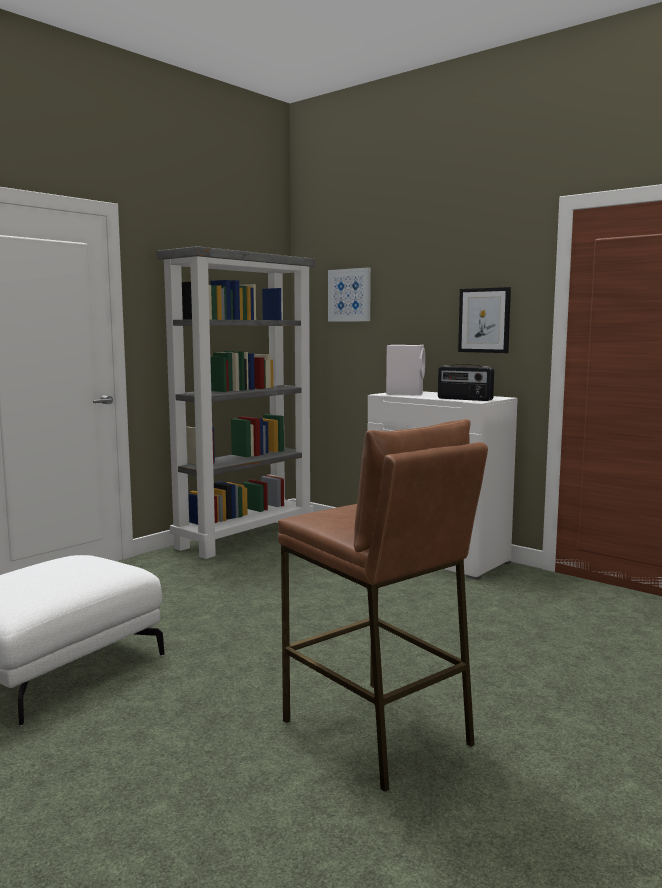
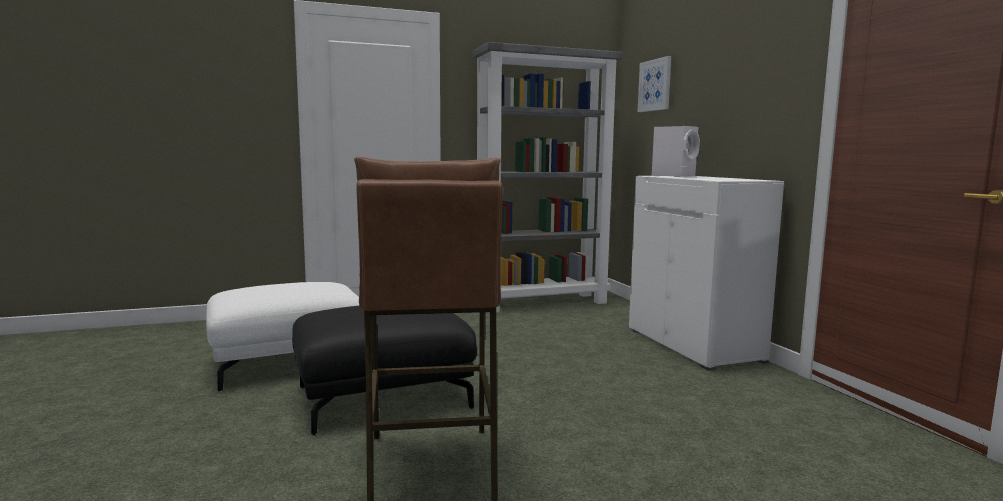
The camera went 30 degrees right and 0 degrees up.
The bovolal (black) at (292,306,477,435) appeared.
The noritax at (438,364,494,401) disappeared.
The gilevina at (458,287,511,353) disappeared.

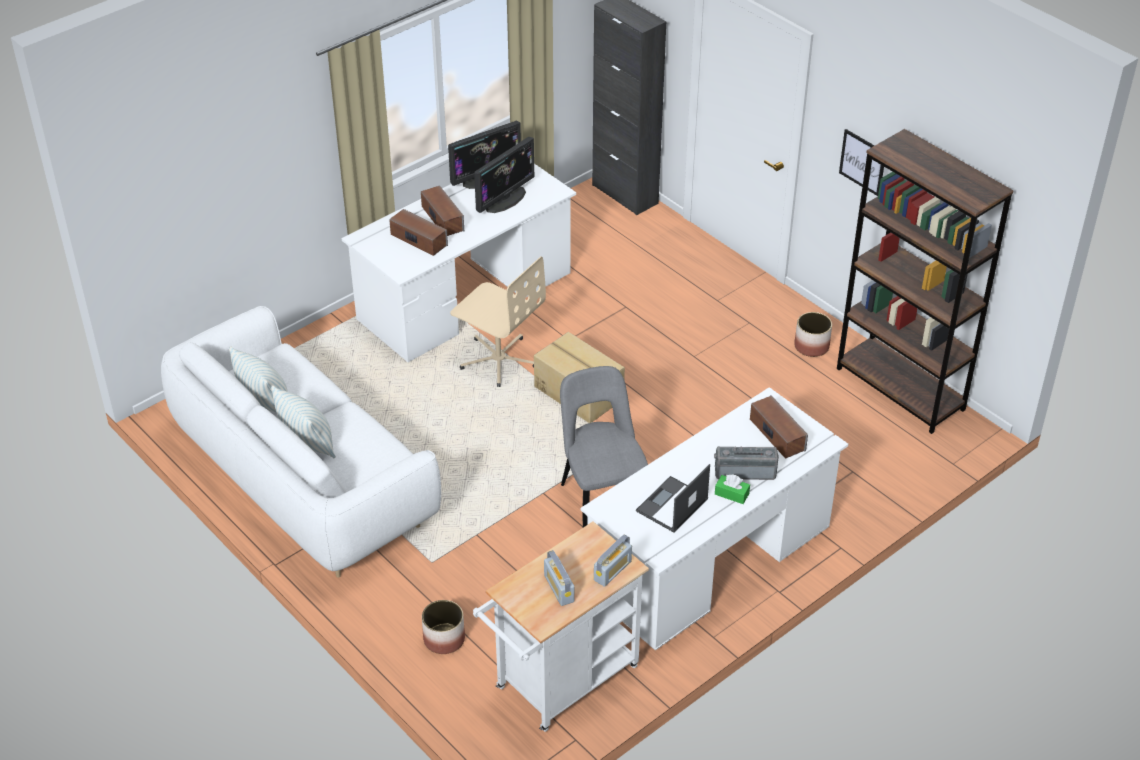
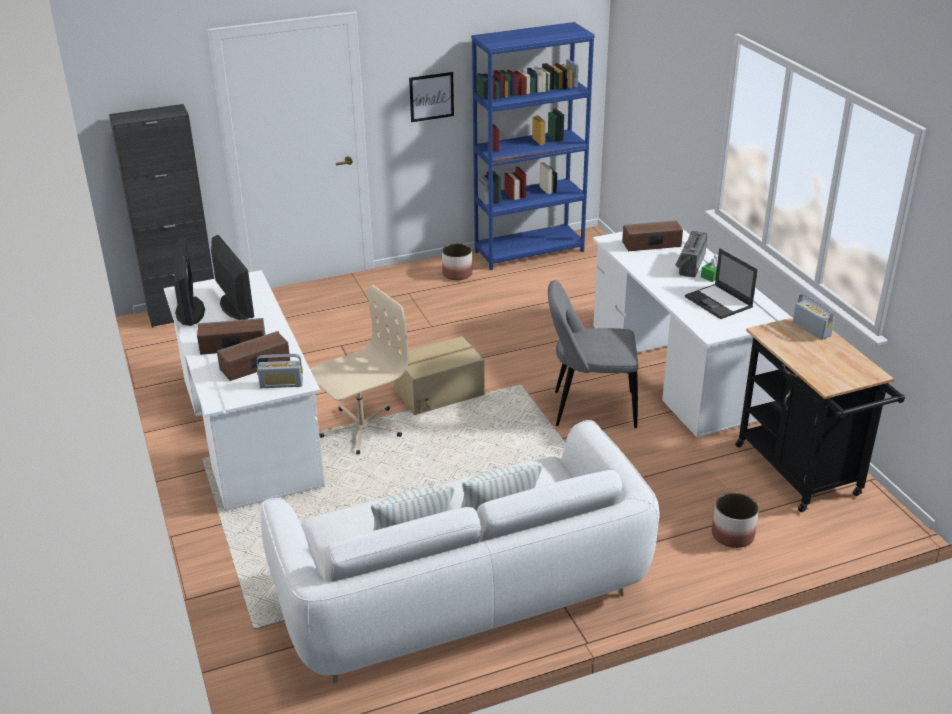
The camera went 70 degrees left and 10 degrees down.
The noritax moved from (544,550,574,606) to (256,354,303,388).
The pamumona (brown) at (837,129,1014,434) became the pamumona (blue) at (471,22,595,270).
The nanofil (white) at (473,522,649,732) became the nanofil (black) at (736,318,905,512).

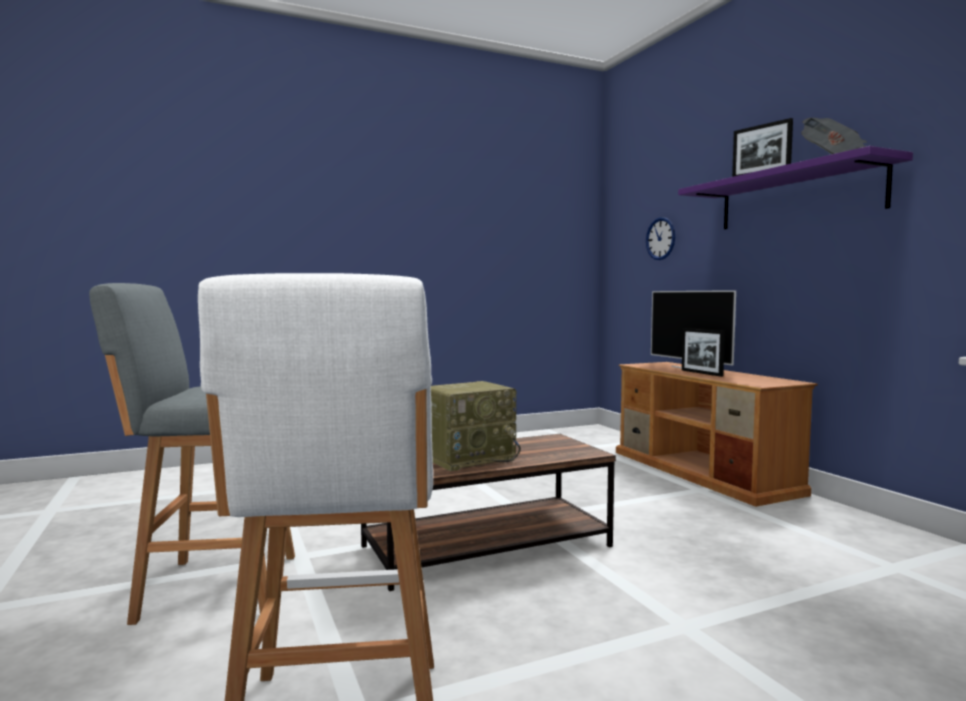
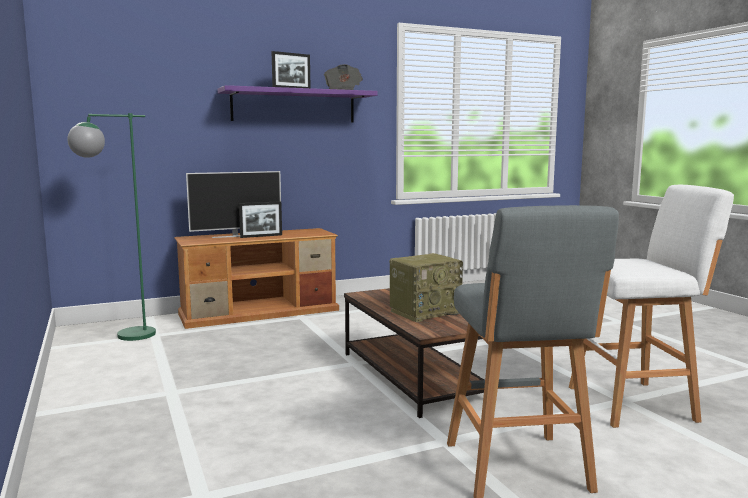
The camera went 90 degrees left and 5 degrees up.
The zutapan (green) at (67,113,156,341) appeared.
The noritax at (431,381,521,471) turned 90 degrees clockwise.
The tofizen at (646,217,675,260) disappeared.

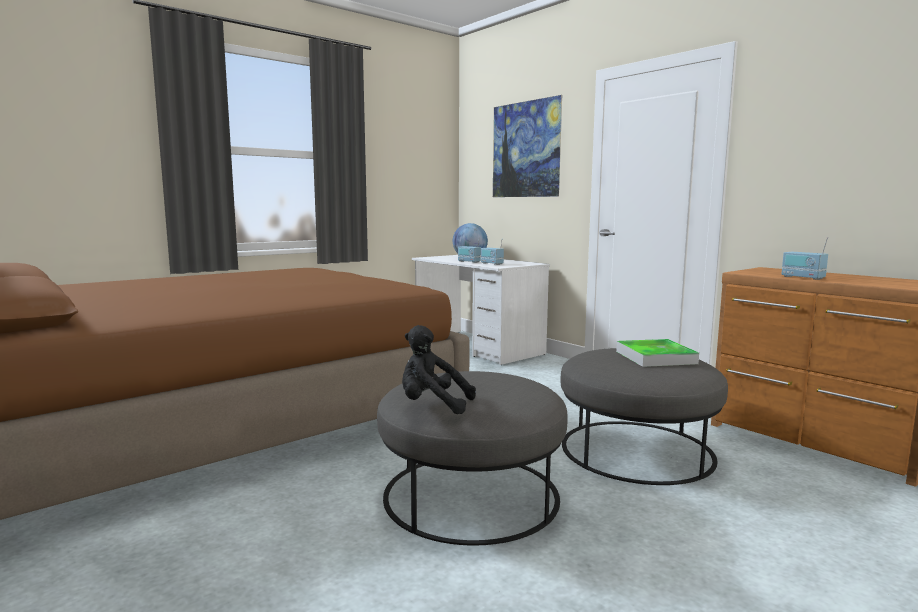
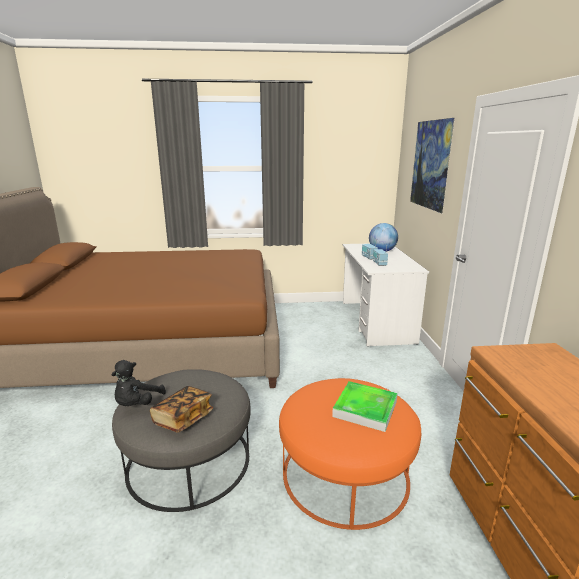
The camera went 35 degrees right and 10 degrees up.
The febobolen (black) at (402,325,476,414) turned 120 degrees counterclockwise.
The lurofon at (150,386,213,433) appeared.
The bovolal (grey) at (561,348,728,485) became the bovolal (orange) at (279,378,421,530).
The noritax at (782,237,828,280) disappeared.

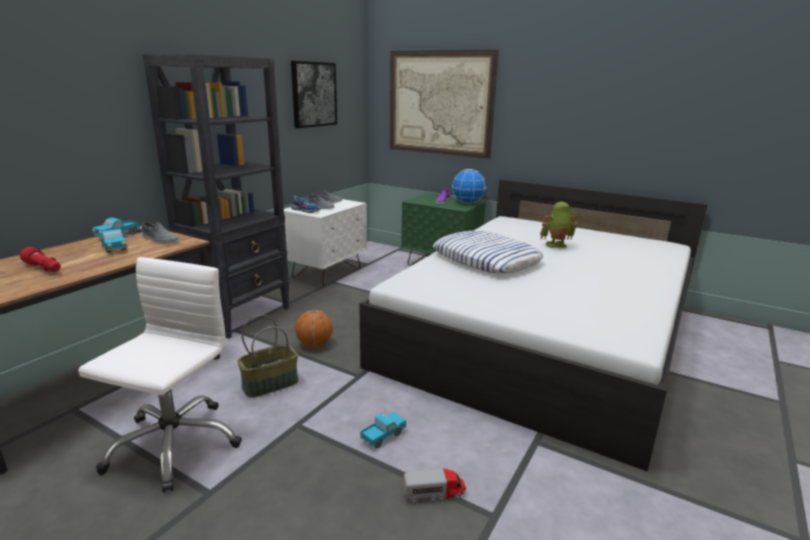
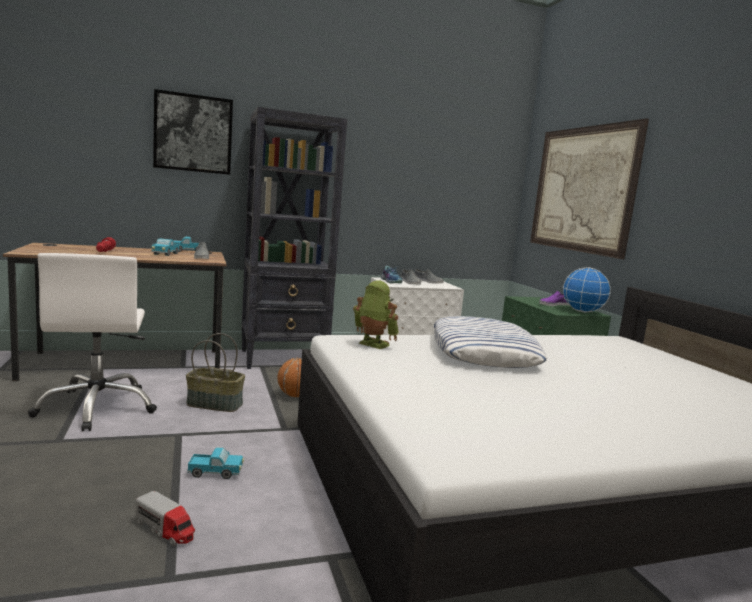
The camera went 40 degrees right and 10 degrees down.
The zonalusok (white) at (78,257,242,493) turned 105 degrees clockwise.
The gilevina moved from (291,61,337,128) to (153,89,233,175).
The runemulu moved from (540,201,578,248) to (353,280,399,349).

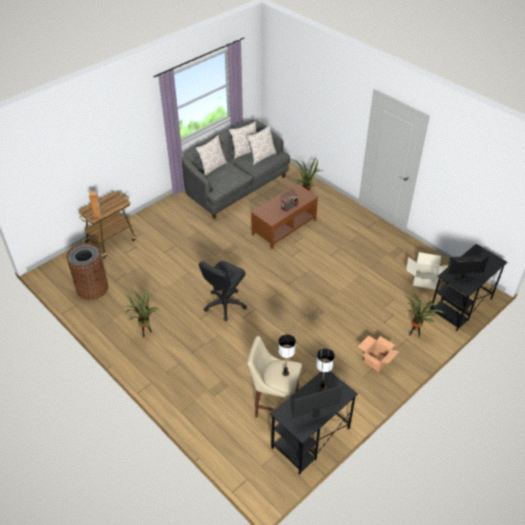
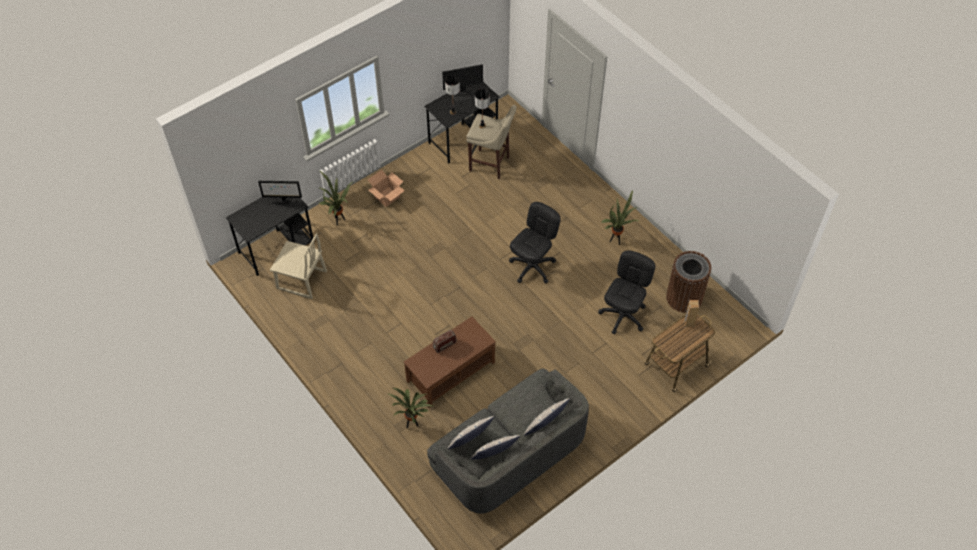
The camera went 175 degrees left and 10 degrees up.
The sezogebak at (406,252,448,290) was replaced by the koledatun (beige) at (270,233,327,299).
The zonalusok (black) at (598,250,655,334) appeared.

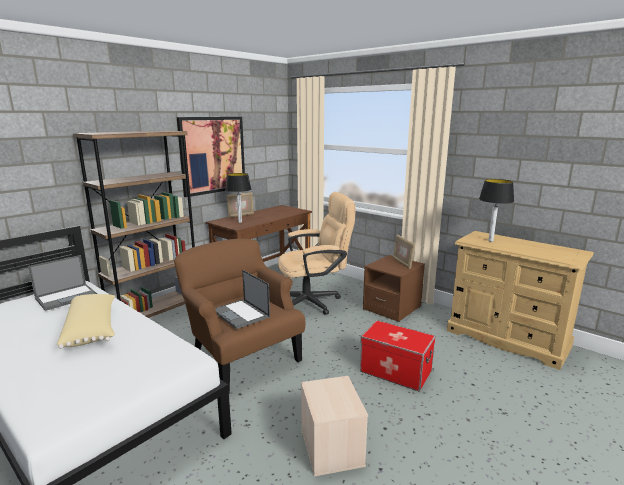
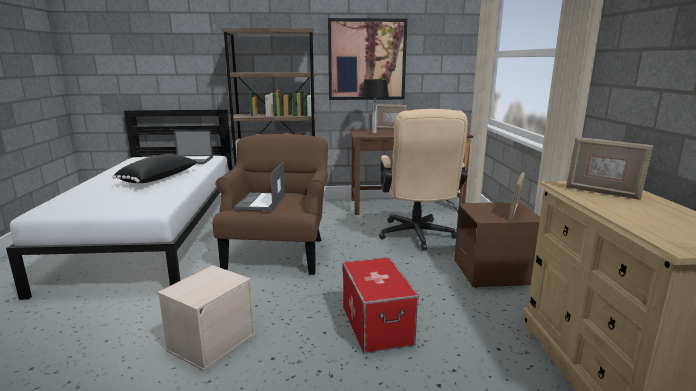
The camera went 45 degrees right and 0 degrees up.
The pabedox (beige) at (57,294,115,349) became the pabedox (black) at (112,154,198,183).
The zonalusok (beige) at (278,192,356,315) turned 60 degrees clockwise.
The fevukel at (479,179,514,242) was replaced by the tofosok at (566,137,653,200).

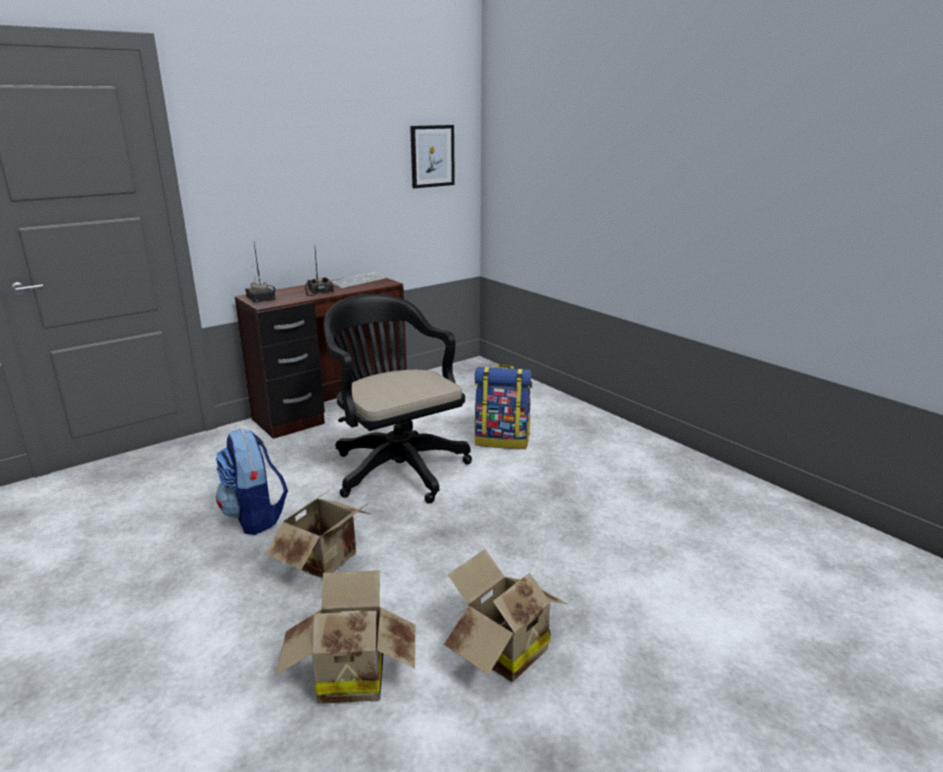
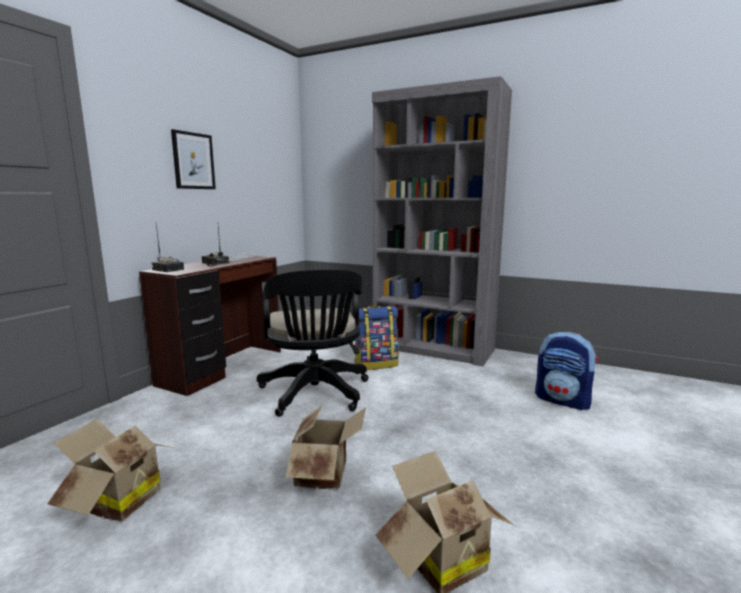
The camera went 25 degrees left and 10 degrees down.
The sezogebak moved from (444,549,567,682) to (47,419,174,521).
The gilevina moved from (410,125,455,188) to (171,129,216,189).
The zonalusok (black) at (324,294,472,504) turned 135 degrees counterclockwise.
The pamumona (grey) at (372,76,512,366) appeared.
The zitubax moved from (216,429,288,535) to (535,332,599,410).

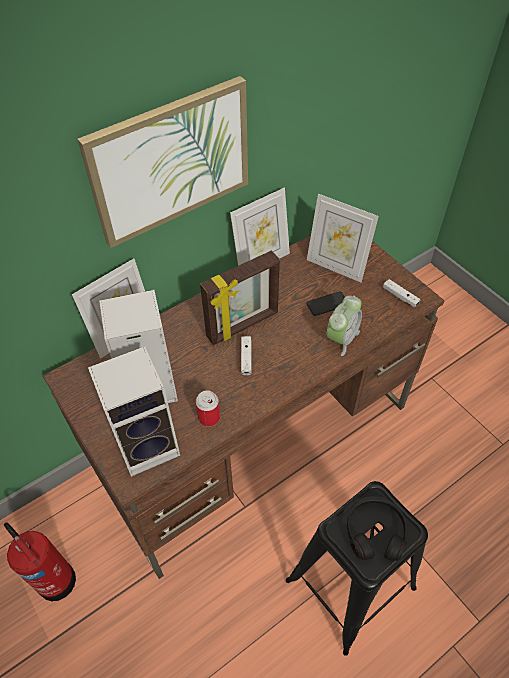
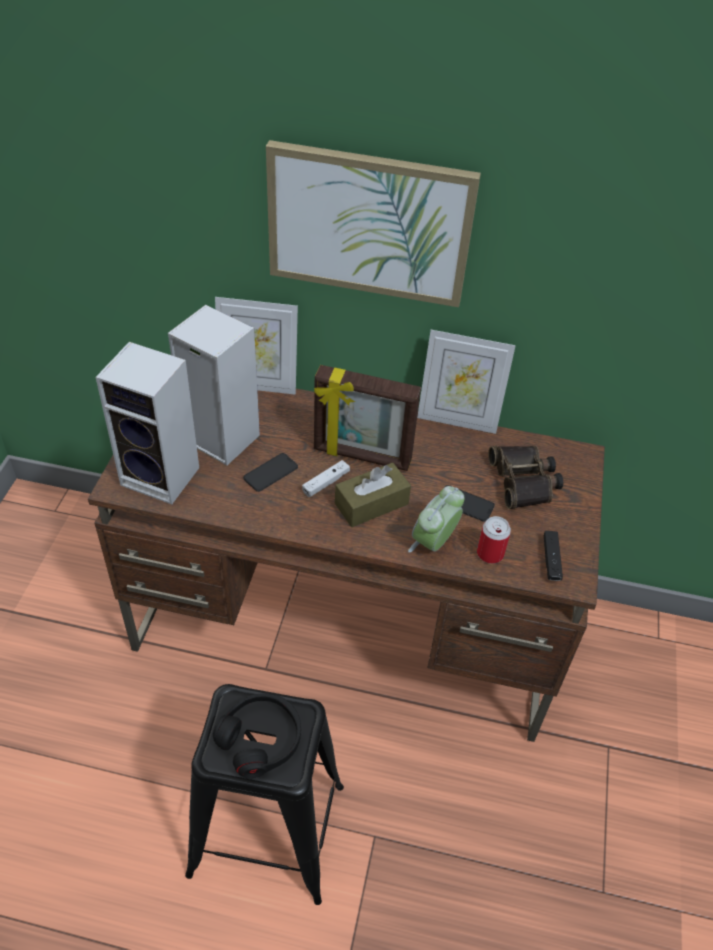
The camera went 45 degrees right and 5 degrees down.
The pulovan at (243,453,298,492) appeared.
The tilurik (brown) at (335,463,411,527) appeared.
The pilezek at (327,295,362,356) turned 135 degrees clockwise.
The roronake moved from (196,390,220,427) to (477,516,511,564).
The tofosok at (307,194,379,282) was replaced by the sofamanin at (488,446,563,509).
The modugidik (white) at (383,279,421,307) became the modugidik (black) at (544,531,563,581).
The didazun at (4,522,76,601) disappeared.

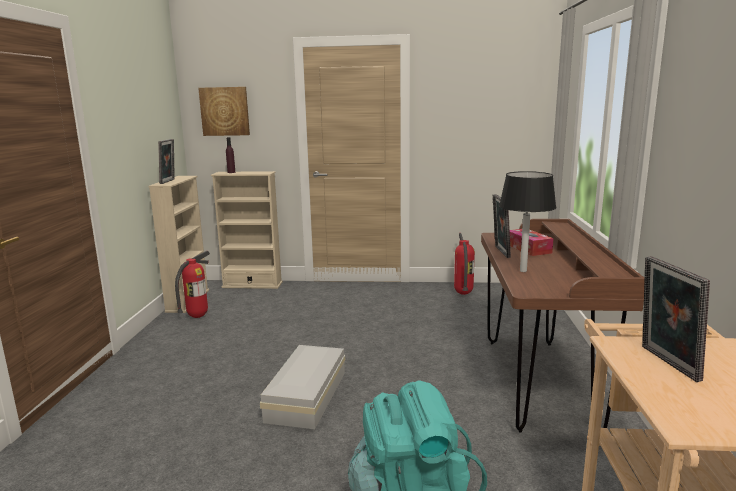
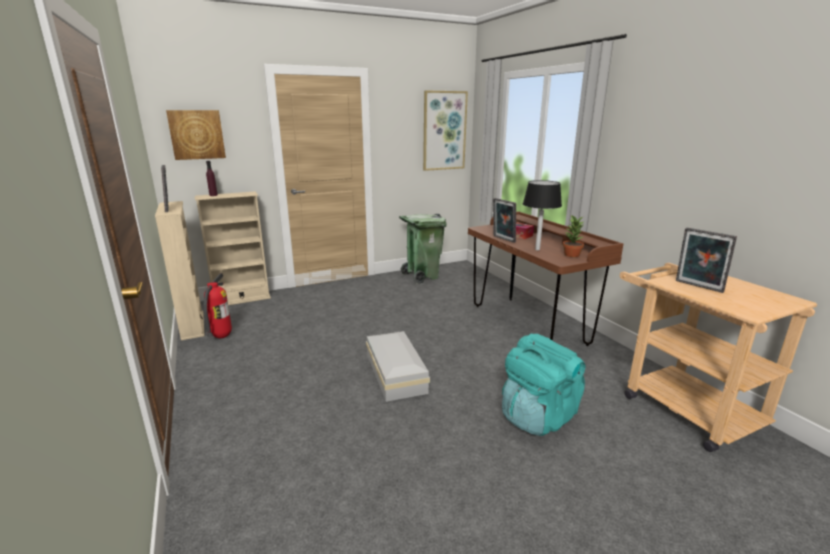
The camera went 30 degrees left and 5 degrees up.
The didazun at (454,233,475,295) was replaced by the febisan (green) at (399,214,447,284).
The gilevina at (423,90,468,171) appeared.
The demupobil at (563,215,584,257) appeared.

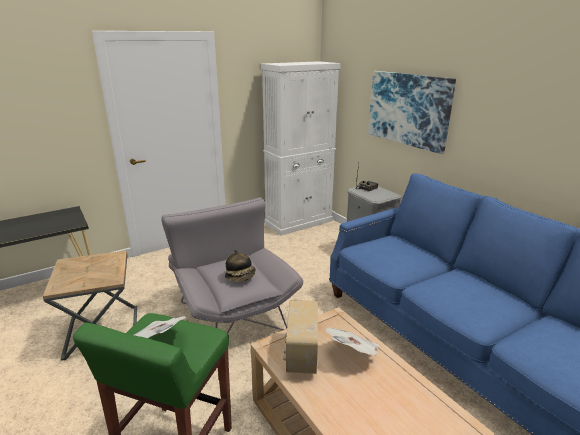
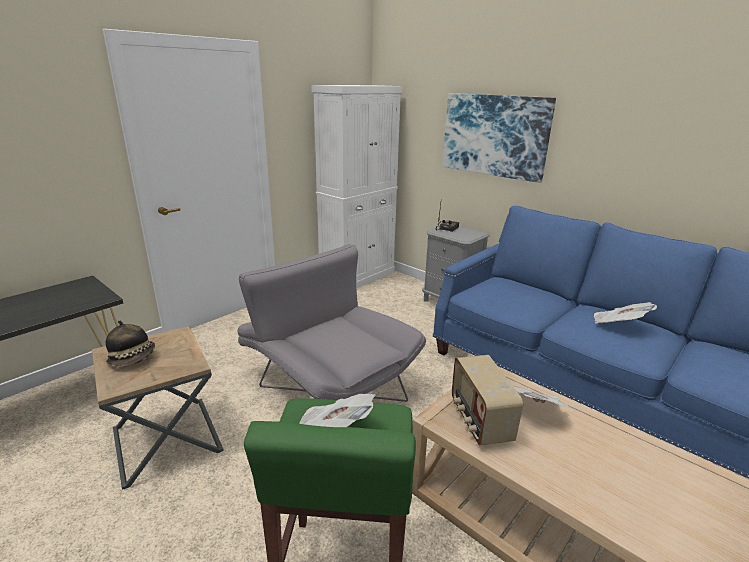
The camera went 15 degrees left and 0 degrees up.
The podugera moved from (225,250,256,282) to (105,321,155,367).
The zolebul at (594,302,657,323) appeared.

